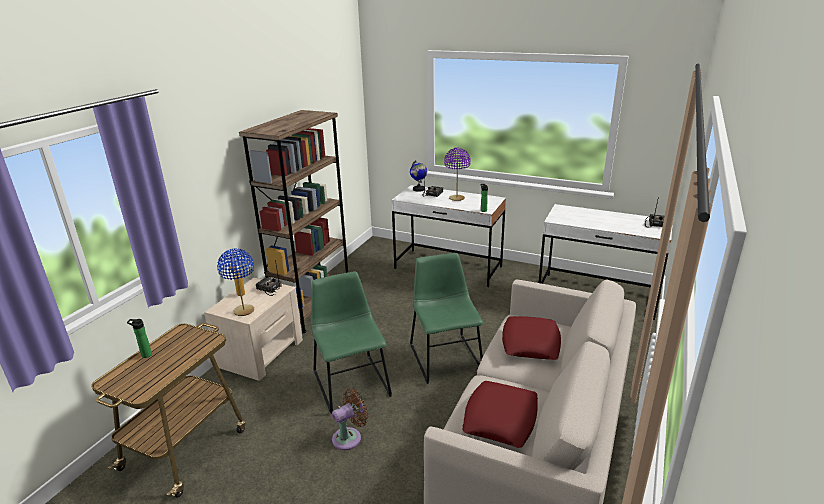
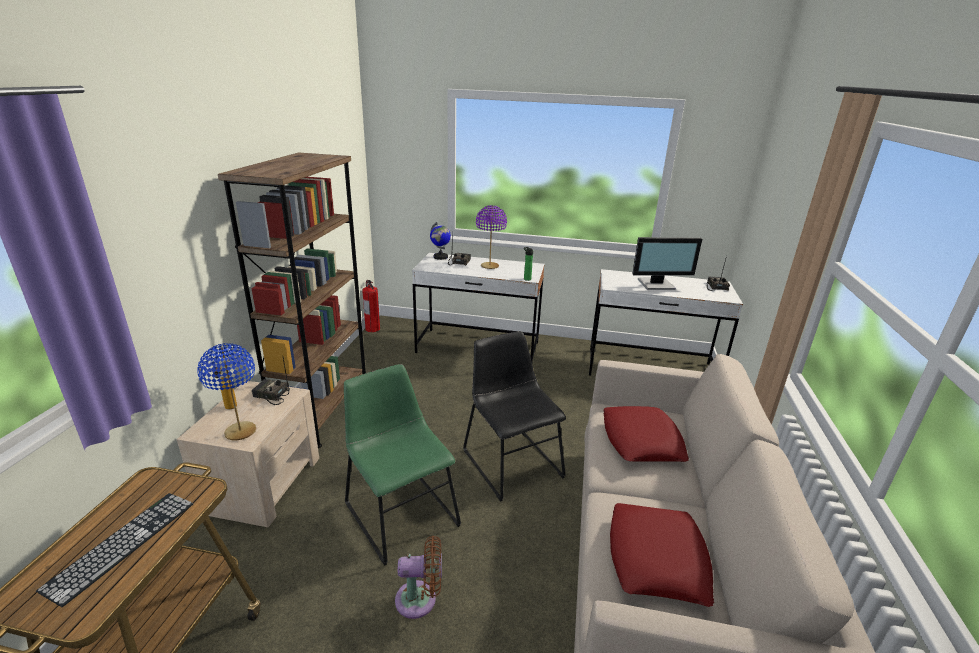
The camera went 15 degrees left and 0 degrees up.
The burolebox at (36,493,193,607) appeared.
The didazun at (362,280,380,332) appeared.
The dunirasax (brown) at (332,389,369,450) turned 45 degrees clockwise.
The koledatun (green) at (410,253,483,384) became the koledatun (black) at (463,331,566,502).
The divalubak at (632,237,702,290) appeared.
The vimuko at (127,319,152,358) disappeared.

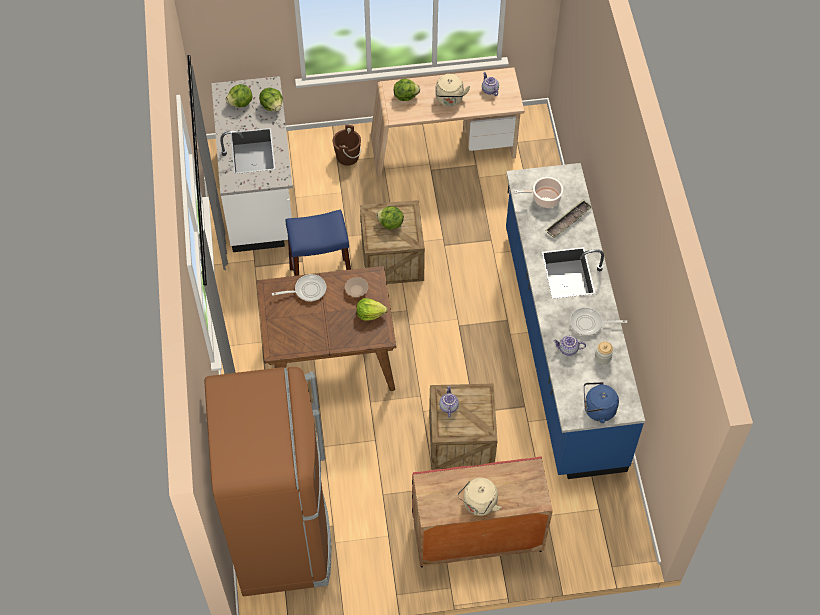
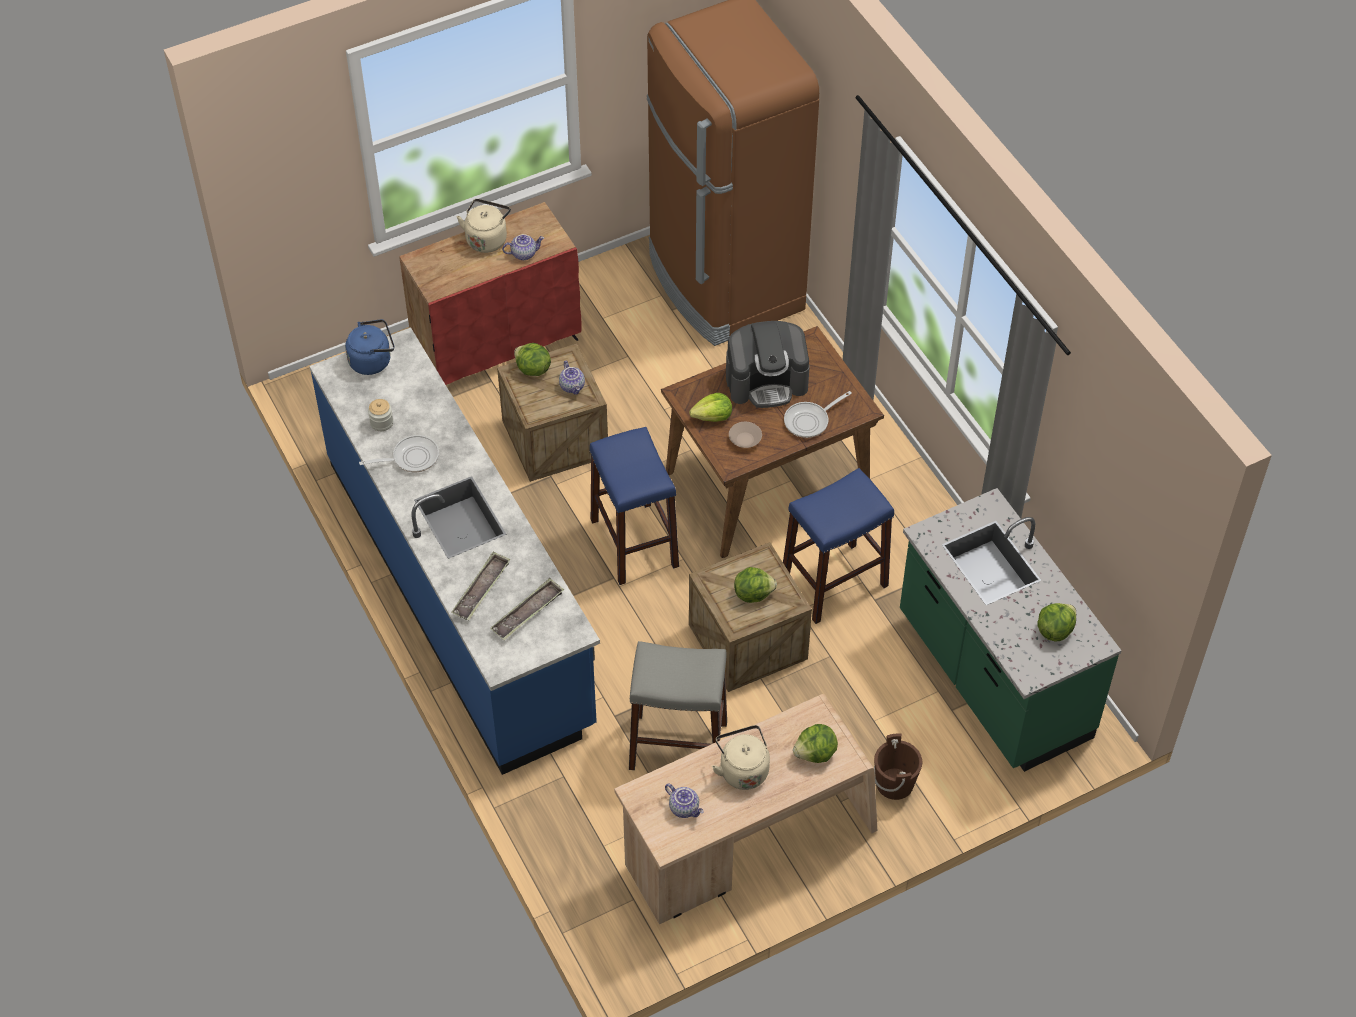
The camera went 160 degrees right and 5 degrees down.
The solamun at (514,177,563,208) was replaced by the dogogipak at (490,578,564,641).
The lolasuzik moved from (553,336,586,356) to (502,234,544,260).
The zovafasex moved from (259,87,283,111) to (514,343,551,376).
The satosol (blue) at (589,427,679,585) appeared.
The satosol (grey) at (629,641,727,770) appeared.
The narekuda at (726,321,810,408) appeared.
The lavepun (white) at (211,76,293,252) became the lavepun (green) at (900,488,1122,772).

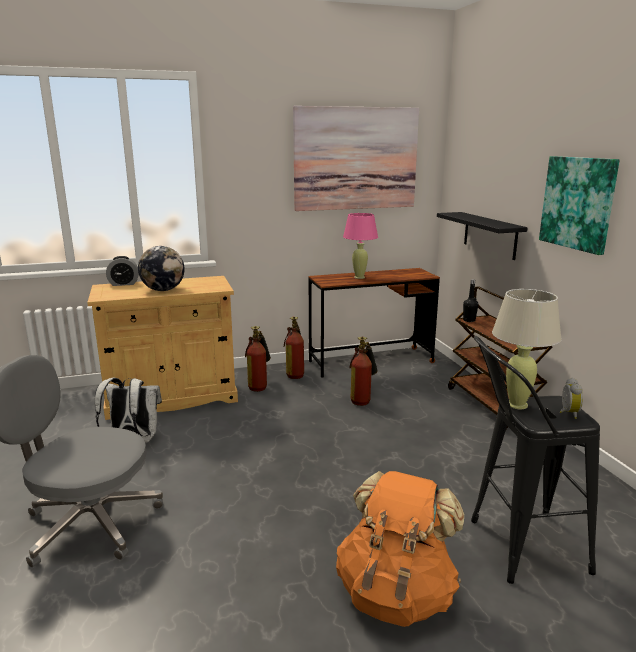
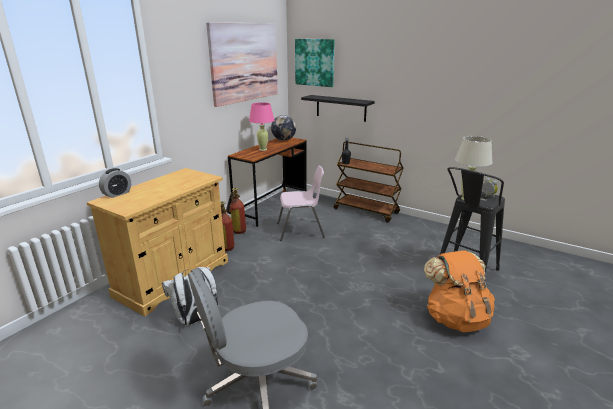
The camera went 40 degrees left and 5 degrees up.
The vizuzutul moved from (138,246,185,291) to (271,115,296,141).
The didazun at (349,337,378,406) was replaced by the koledatun (pink) at (277,166,325,241).
The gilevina moved from (539,156,619,255) to (295,39,335,87).

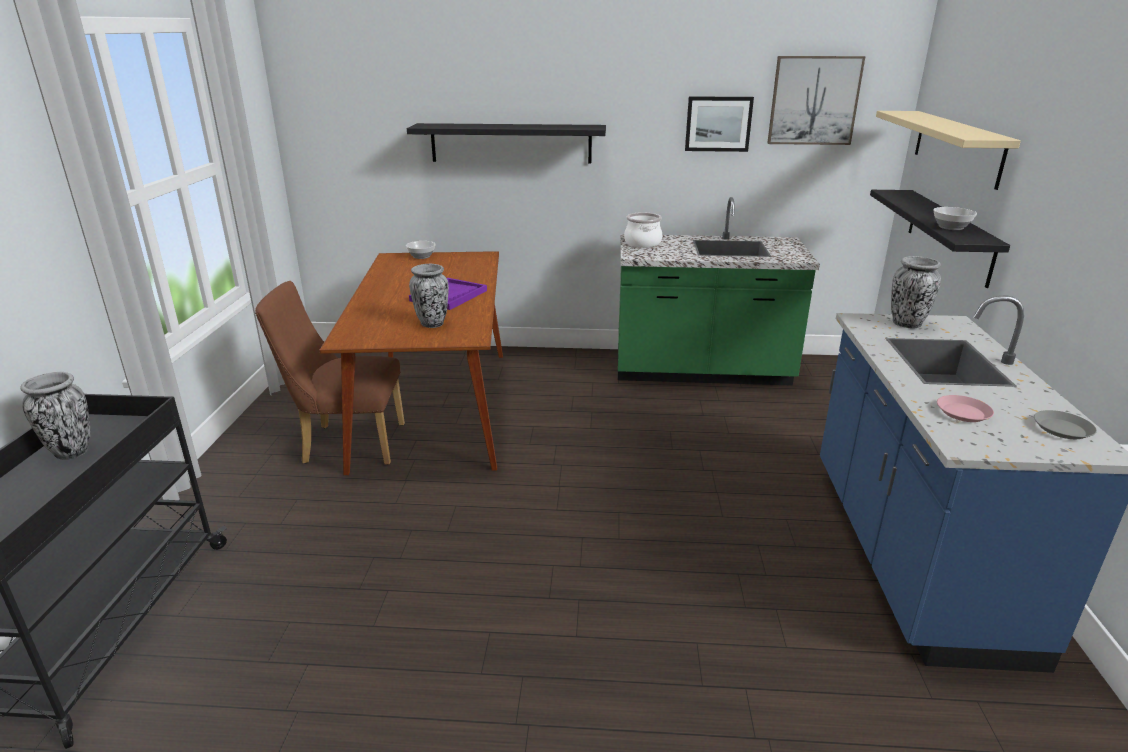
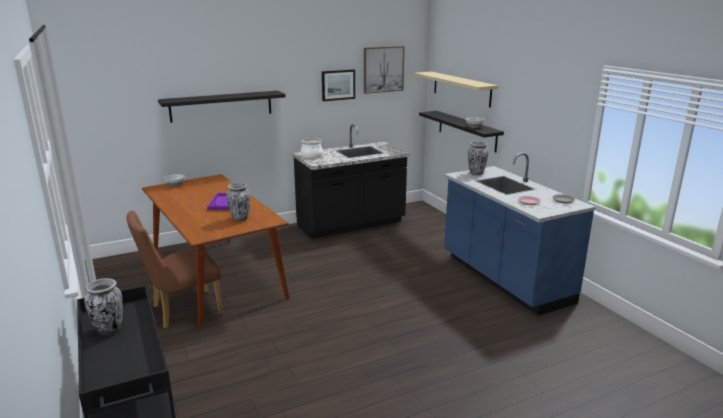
The camera went 30 degrees left and 5 degrees down.
The lavepun (green) at (618,197,820,386) became the lavepun (black) at (293,124,410,239).

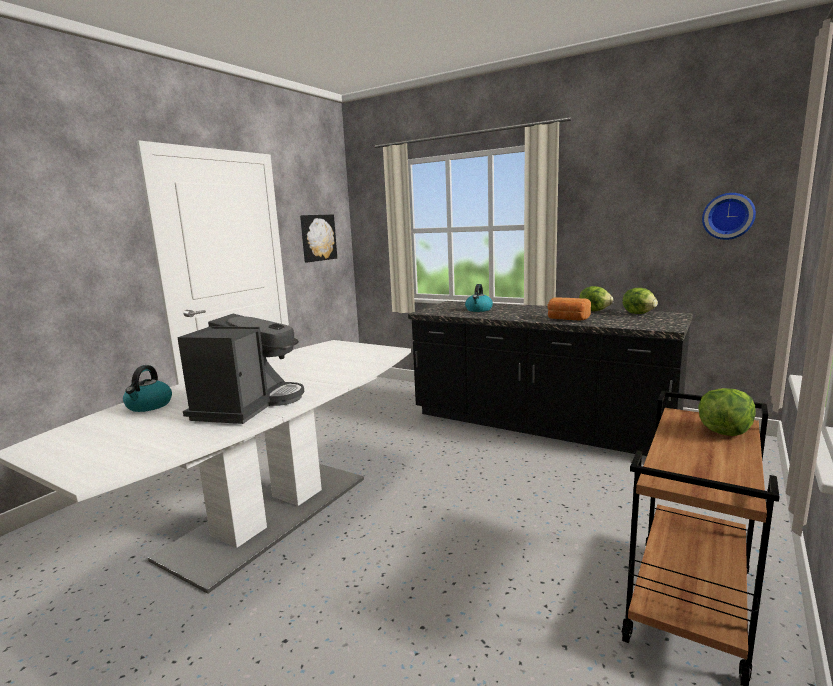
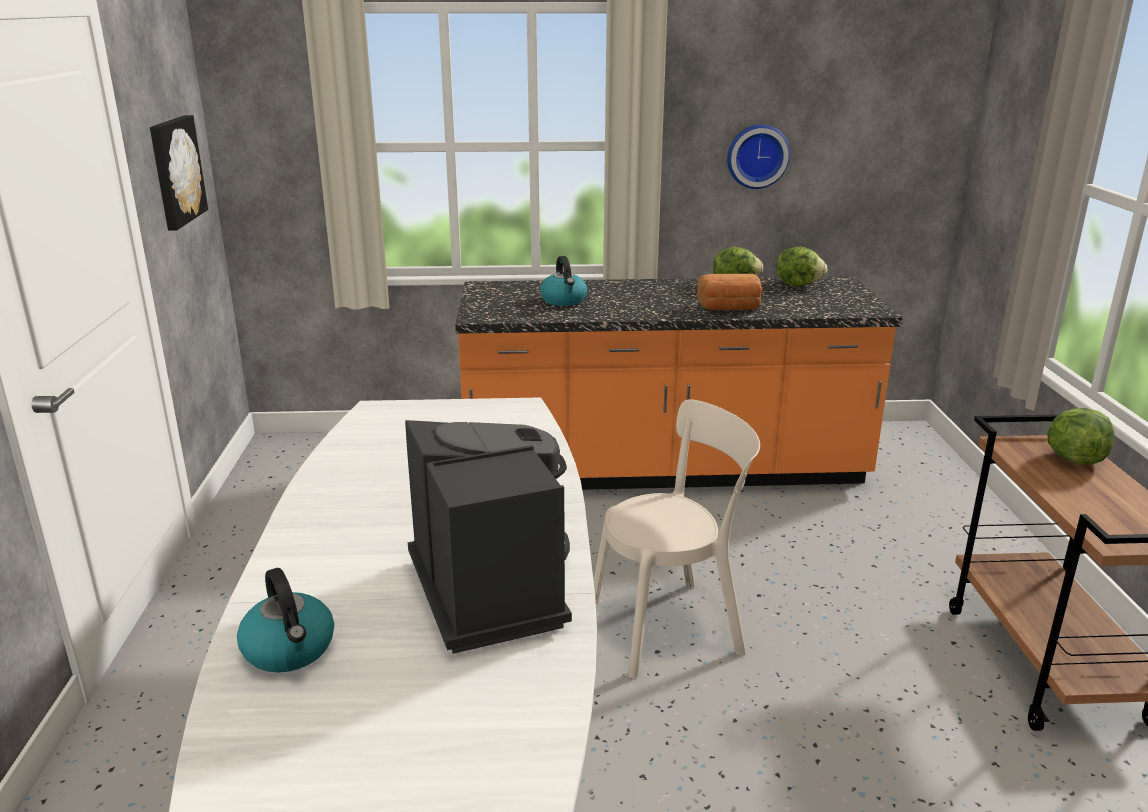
The camera went 35 degrees left and 10 degrees up.
The lavepun (black) at (408,301,693,456) became the lavepun (orange) at (455,276,903,490).
The koledatun (beige) at (594,399,760,679) appeared.
The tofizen moved from (702,193,756,240) to (727,124,790,189).

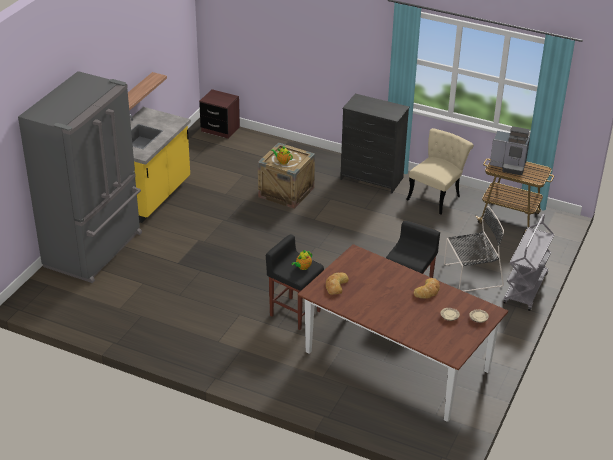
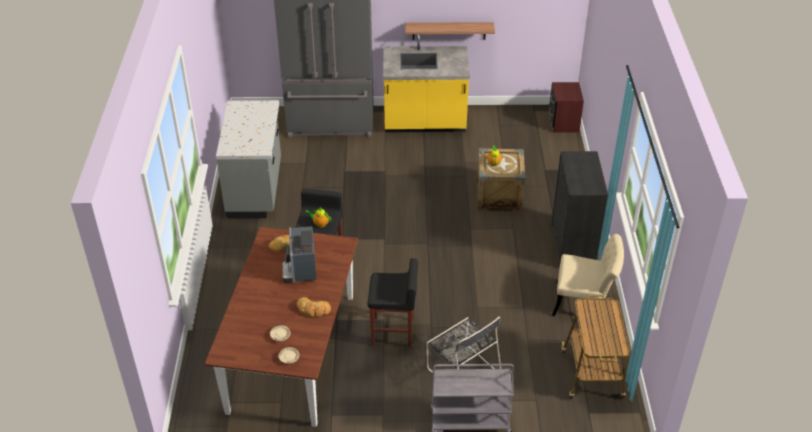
The camera went 65 degrees right and 5 degrees up.
The lavepun (grey) at (216,100,281,219) appeared.
The narekuda moved from (490,126,530,175) to (282,226,317,283).

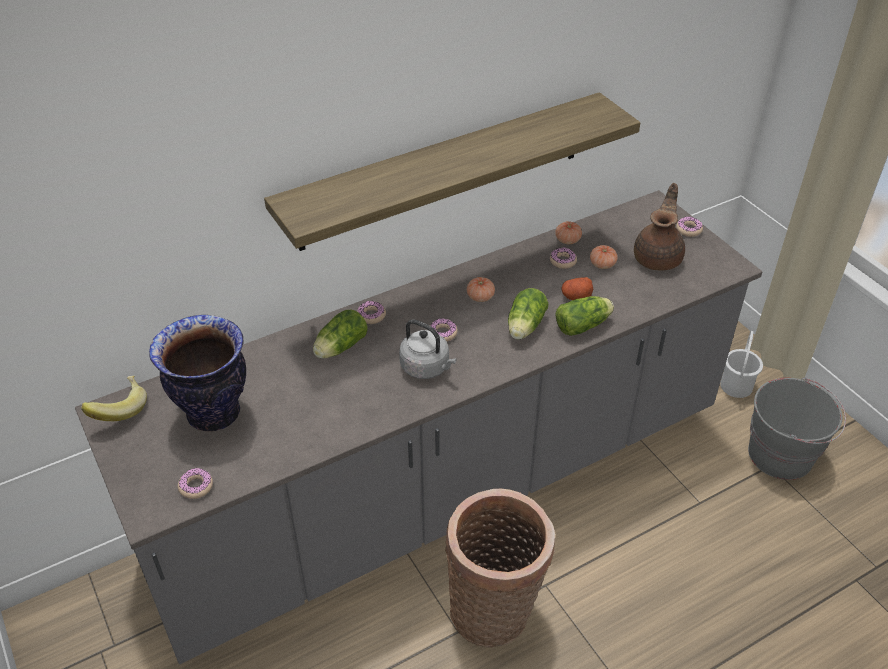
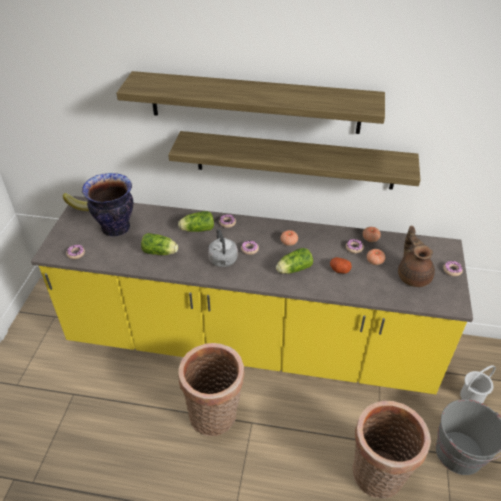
The camera went 40 degrees right and 0 degrees up.
The lavepun (grey) at (75,190,762,664) became the lavepun (yellow) at (31,196,473,394).
The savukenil at (116,71,385,134) appeared.
The zovafasex moved from (556,296,614,336) to (141,233,178,255).
The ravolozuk at (352,400,431,499) appeared.
The lolasuzik (brown) at (634,183,685,270) turned 75 degrees counterclockwise.

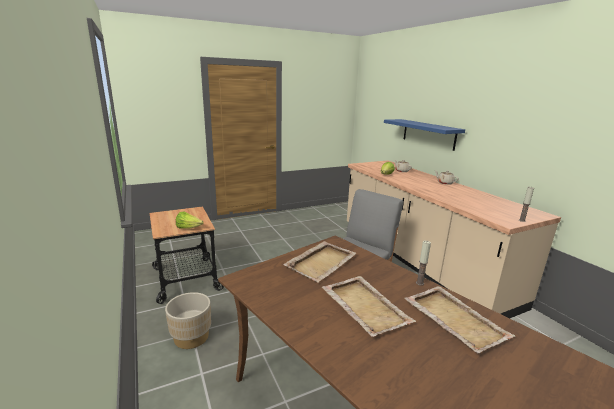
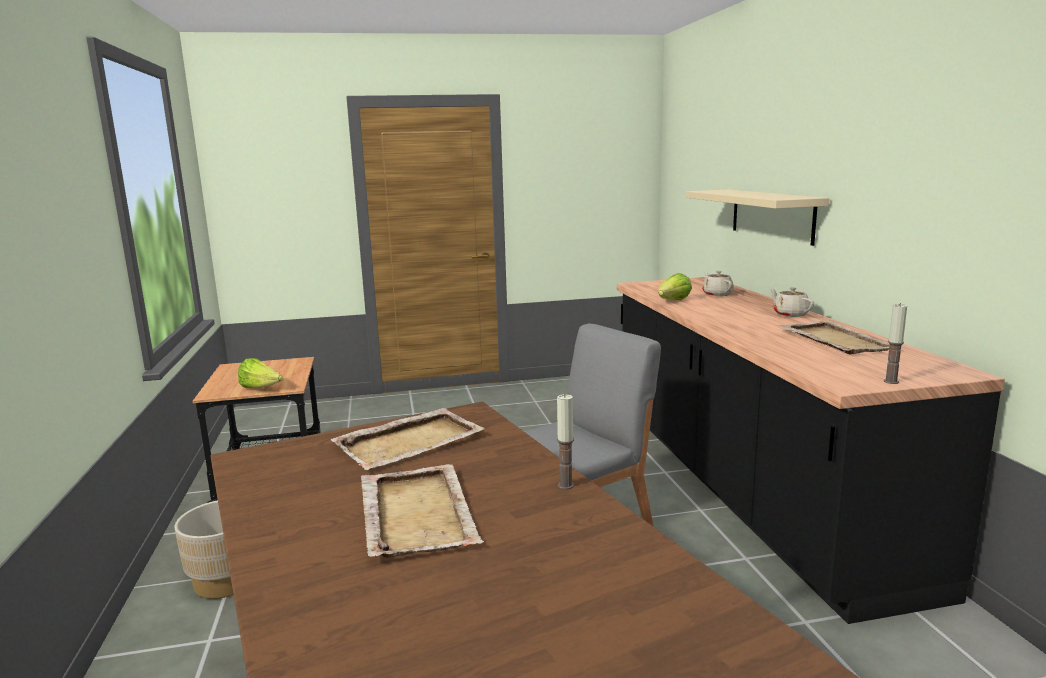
The camera went 15 degrees right and 5 degrees down.
The lavepun (beige) at (347,160,561,318) became the lavepun (black) at (617,277,1005,624).
The savukenil (blue) at (384,119,465,151) became the savukenil (beige) at (686,190,829,246).
The dogogipak (beige) moved from (404,286,515,354) to (778,320,903,354).

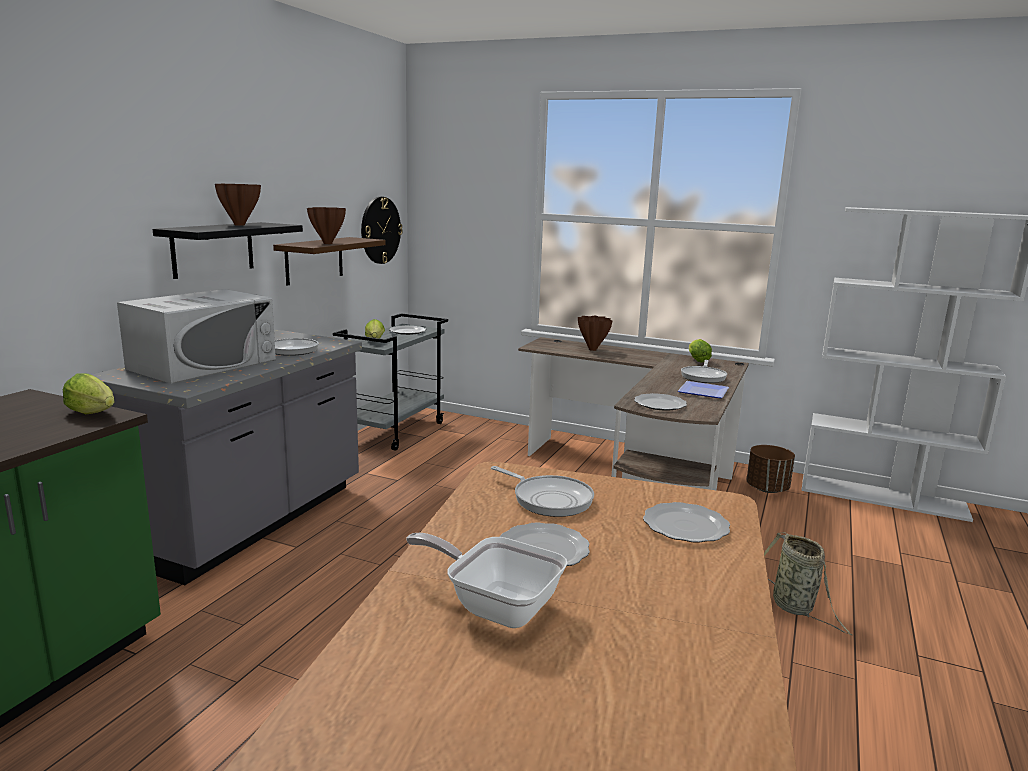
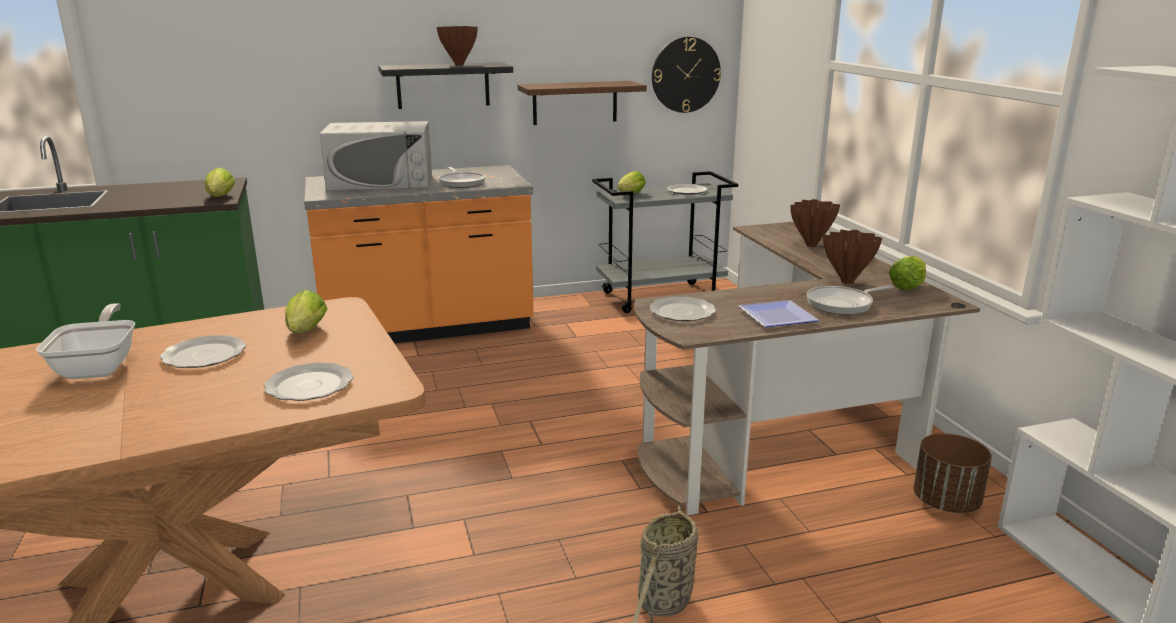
The camera went 50 degrees right and 5 degrees up.
The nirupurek at (491,466,594,517) was replaced by the zovafasex at (285,290,327,333).
The lavepun (grey) at (92,329,362,585) became the lavepun (orange) at (304,165,534,344).
The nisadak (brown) moved from (307,207,346,244) to (823,229,882,284).

